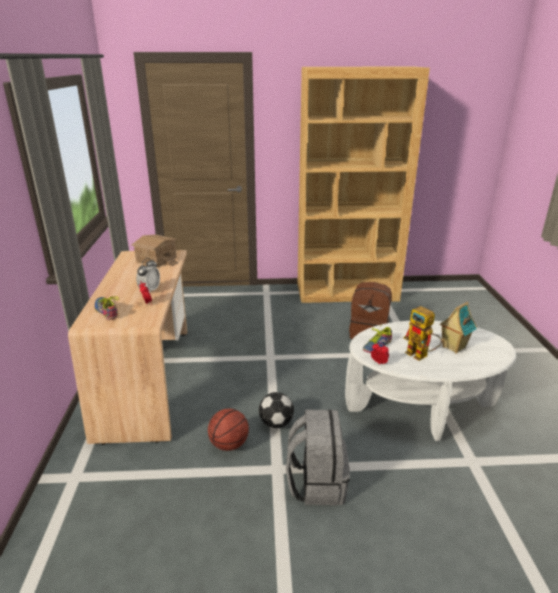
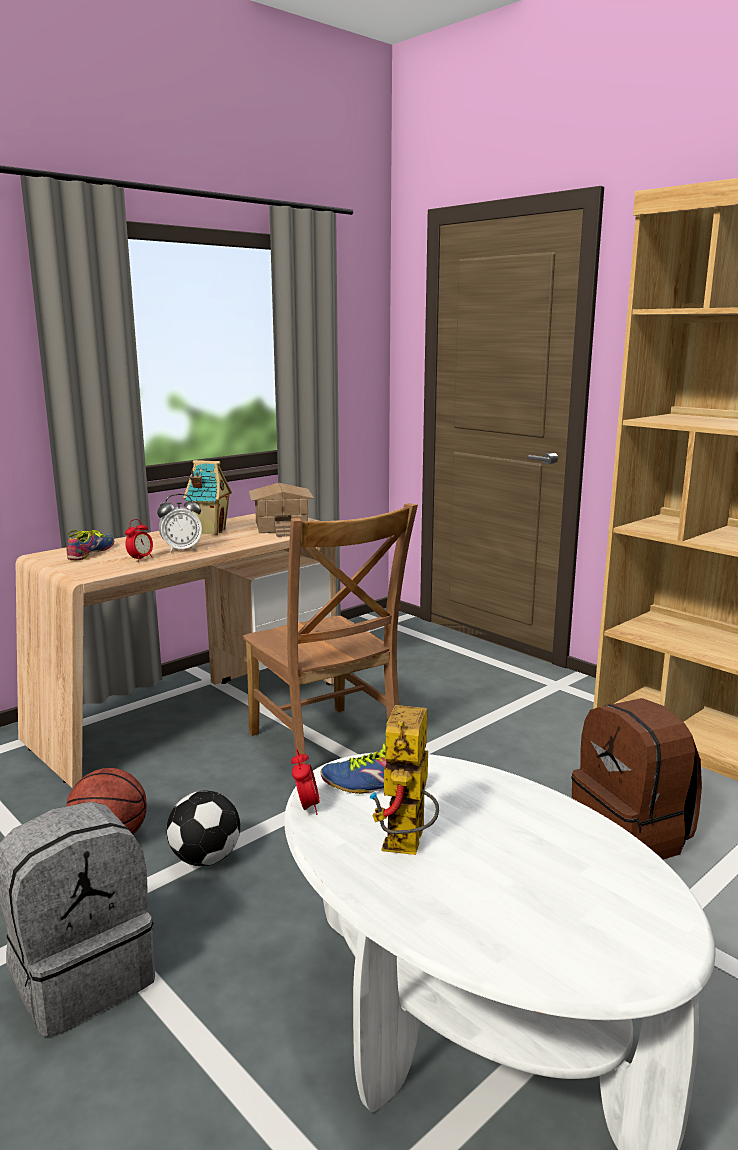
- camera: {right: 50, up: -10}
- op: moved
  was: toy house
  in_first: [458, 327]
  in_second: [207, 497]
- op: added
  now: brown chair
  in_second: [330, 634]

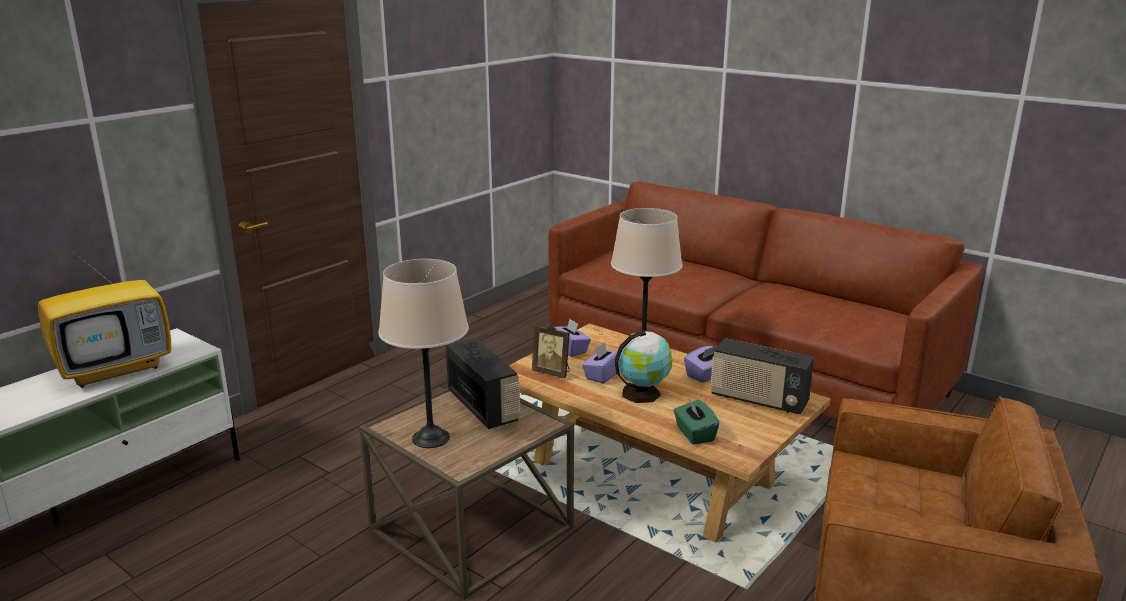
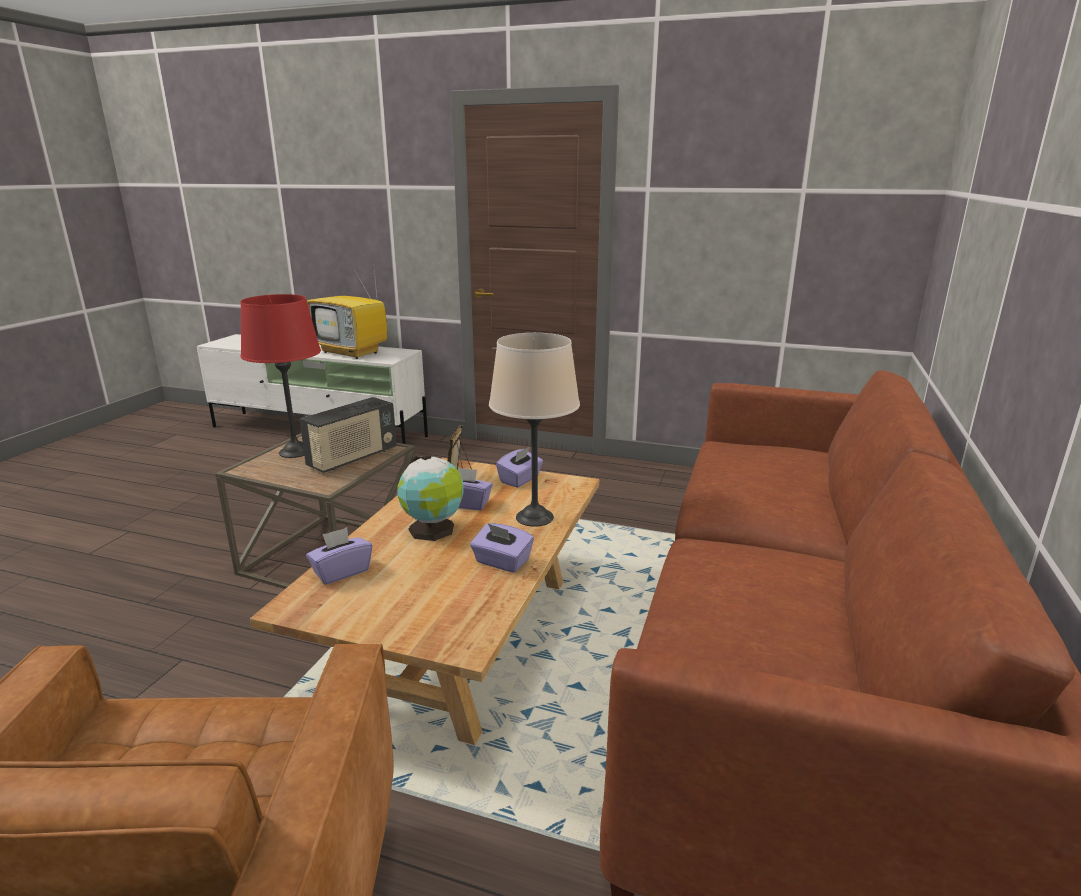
- camera: {right: 70, up: 0}
- op: recoloured
  was: beige table lamp
  now: red table lamp
  in_first: [423, 353]
  in_second: [280, 376]
- op: recoloured
  was: green tissue box
  now: purple tissue box
  in_first: [697, 422]
  in_second: [339, 556]
- op: removed
  was: radio
  in_first: [762, 376]

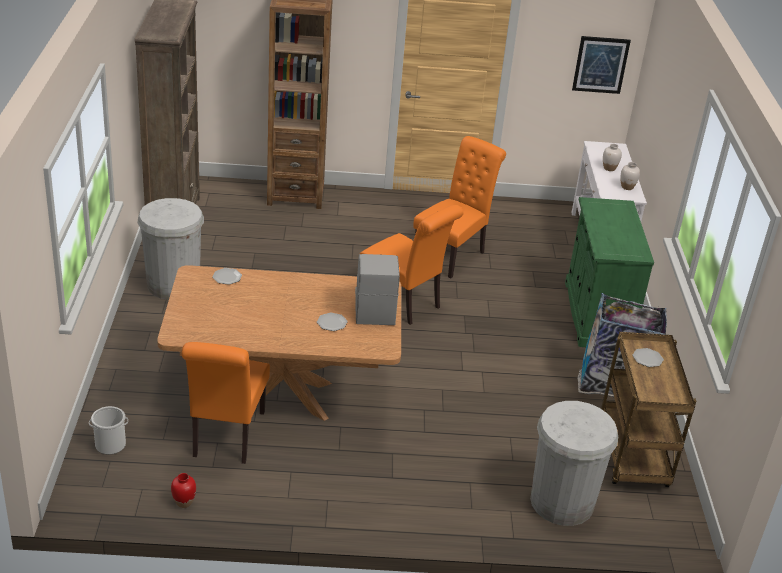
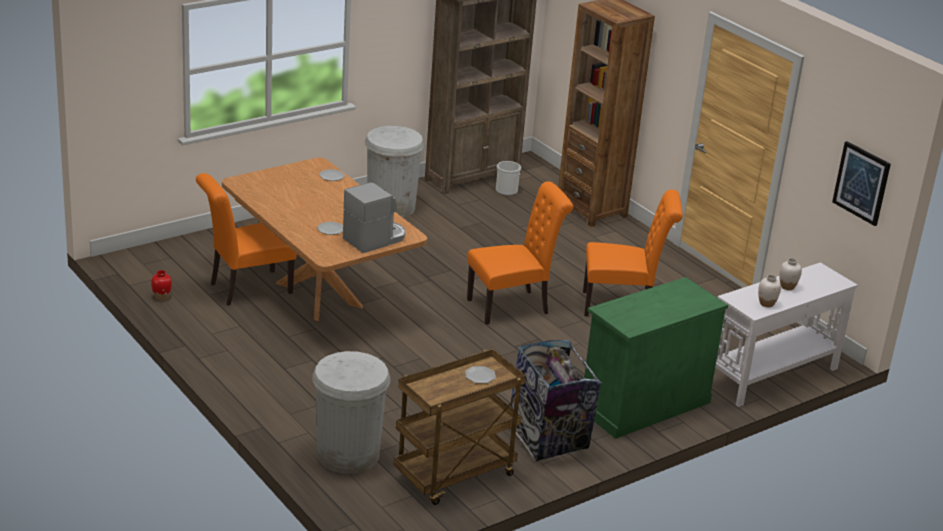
- camera: {right: 55, up: -5}
- op: turned
  was: orange chair
  in_first: [412, 265]
  in_second: [520, 253]
  clockwise: -120
- op: moved
  was: bucket
  in_first: [108, 430]
  in_second: [508, 178]

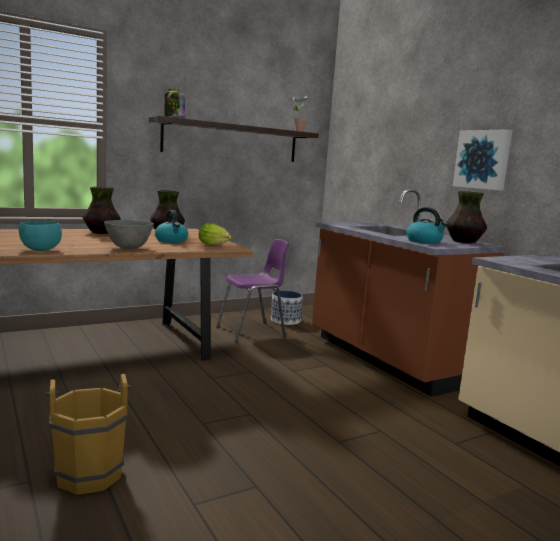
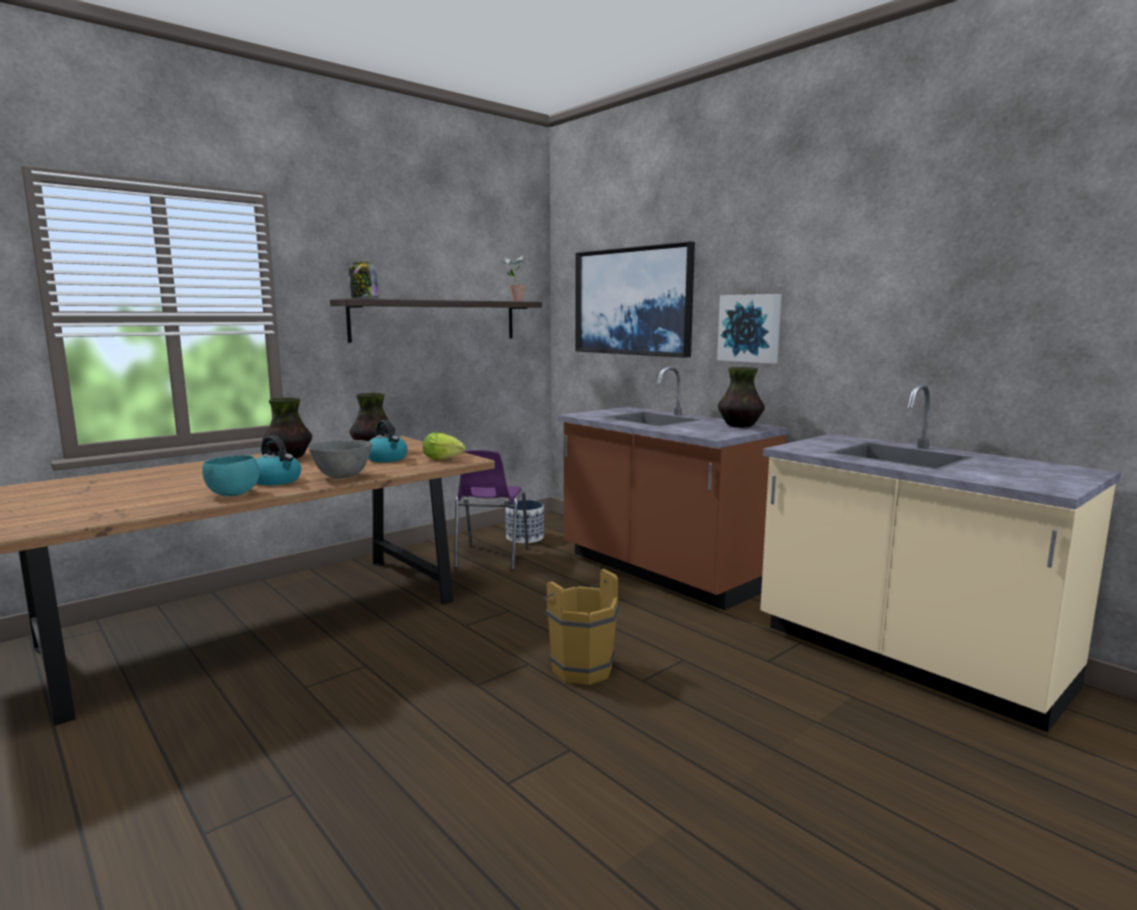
- camera: {right: -10, up: 0}
- op: moved
  was: kettle
  in_first: [427, 225]
  in_second: [278, 460]
- op: turned
  was: purple chair
  in_first: [252, 291]
  in_second: [491, 510]
  clockwise: 135
- op: moved
  was: brown bucket
  in_first: [88, 434]
  in_second: [580, 627]
- op: added
  now: picture
  in_second: [635, 299]

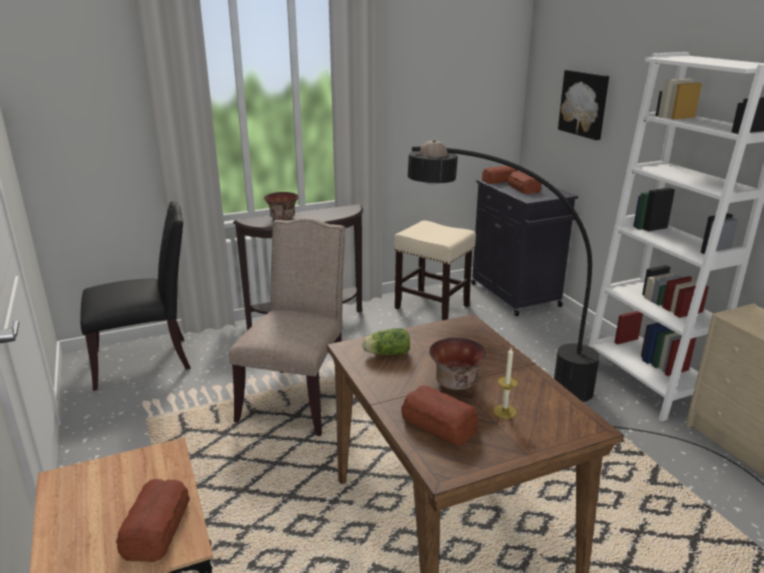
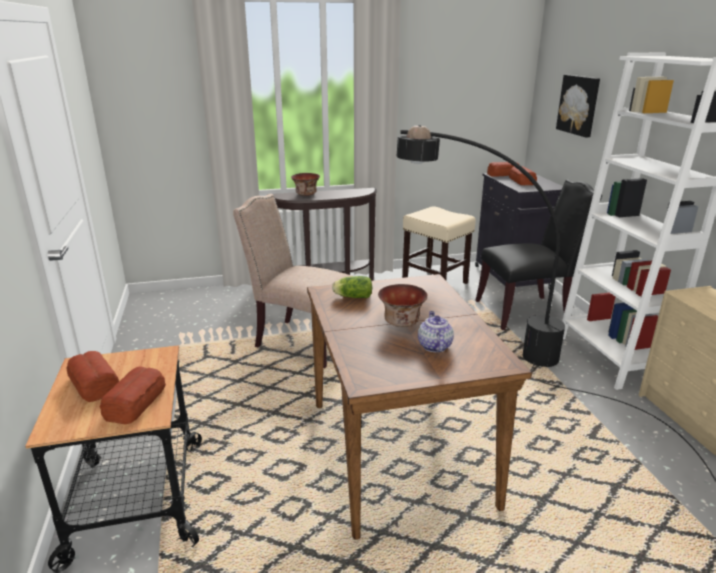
- camera: {right: 10, up: 0}
- op: moved
  was: bread
  in_first: [439, 415]
  in_second: [92, 376]
- op: turned
  was: beige chair
  in_first: [287, 327]
  in_second: [293, 281]
  clockwise: -90
- op: replaced
  was: candle
  now: teapot
  in_first: [505, 383]
  in_second: [436, 331]
- op: moved
  was: black chair
  in_first: [135, 296]
  in_second: [538, 254]

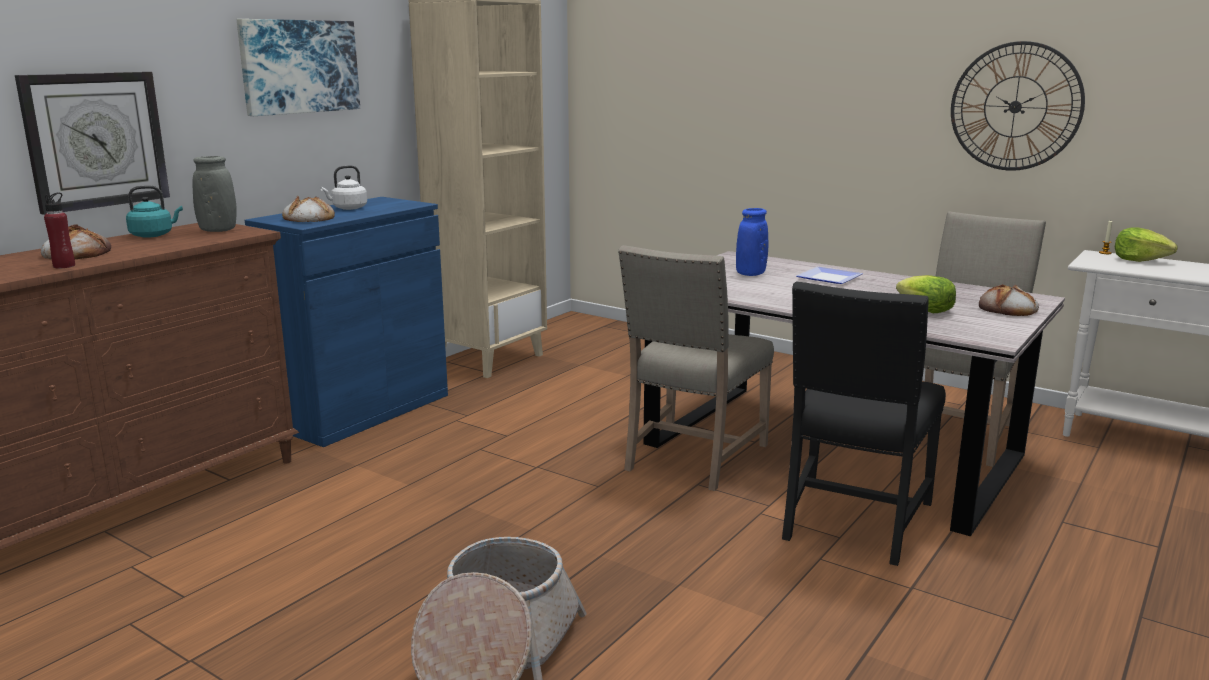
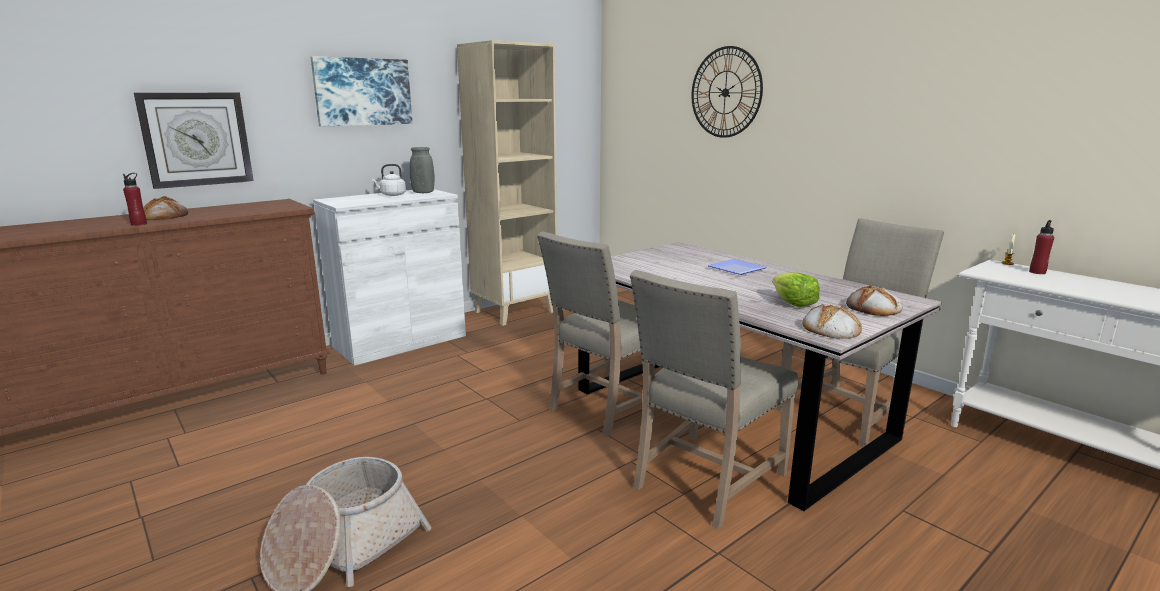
- camera: {right: 15, up: 0}
- op: recoloured
  was: blue cabinet
  now: white cabinet
  in_first: [346, 322]
  in_second: [389, 277]
- op: moved
  was: grey vase
  in_first: [215, 194]
  in_second: [422, 170]
- op: recoloured
  was: black chair
  now: beige chair
  in_first: [864, 423]
  in_second: [714, 399]
- op: moved
  was: wall clock
  in_first: [1018, 106]
  in_second: [727, 92]
- op: moved
  was: bread
  in_first: [308, 209]
  in_second: [832, 321]
- op: replaced
  was: lettuce
  now: red bottle
  in_first: [1146, 244]
  in_second: [1041, 247]
- op: removed
  was: turquoise kettle
  in_first: [154, 212]
- op: removed
  was: blue vase
  in_first: [752, 242]

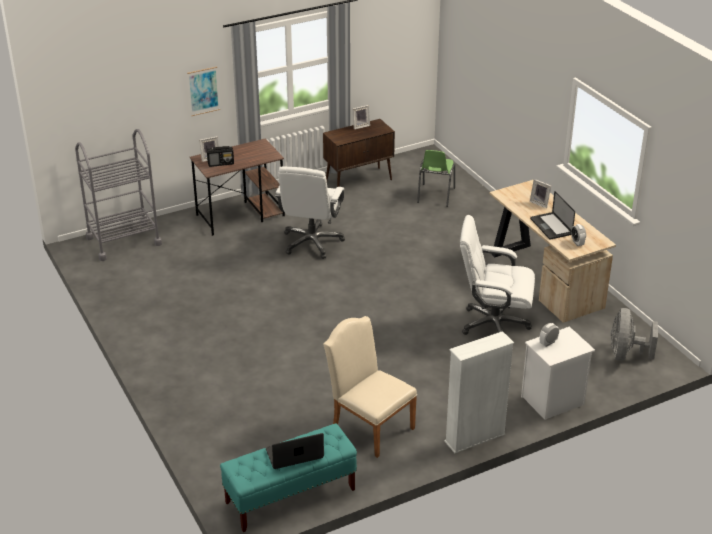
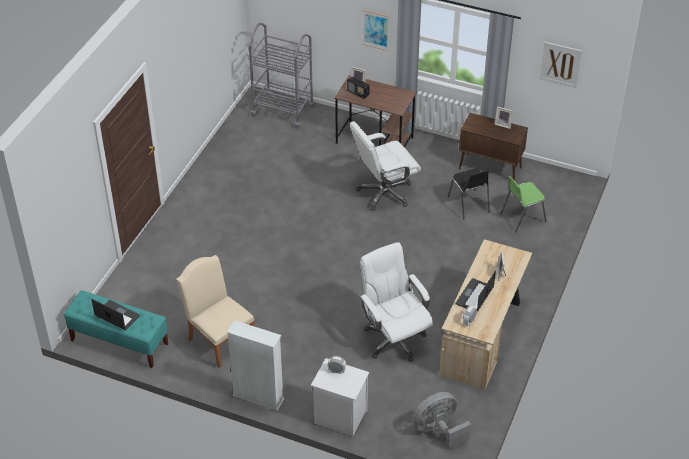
- camera: {right: 50, up: 10}
- op: turned
  was: beige chair
  in_first: [370, 387]
  in_second: [215, 311]
  clockwise: -45
- op: added
  now: black chair
  in_second: [469, 194]
- op: added
  now: picture
  in_second: [561, 65]

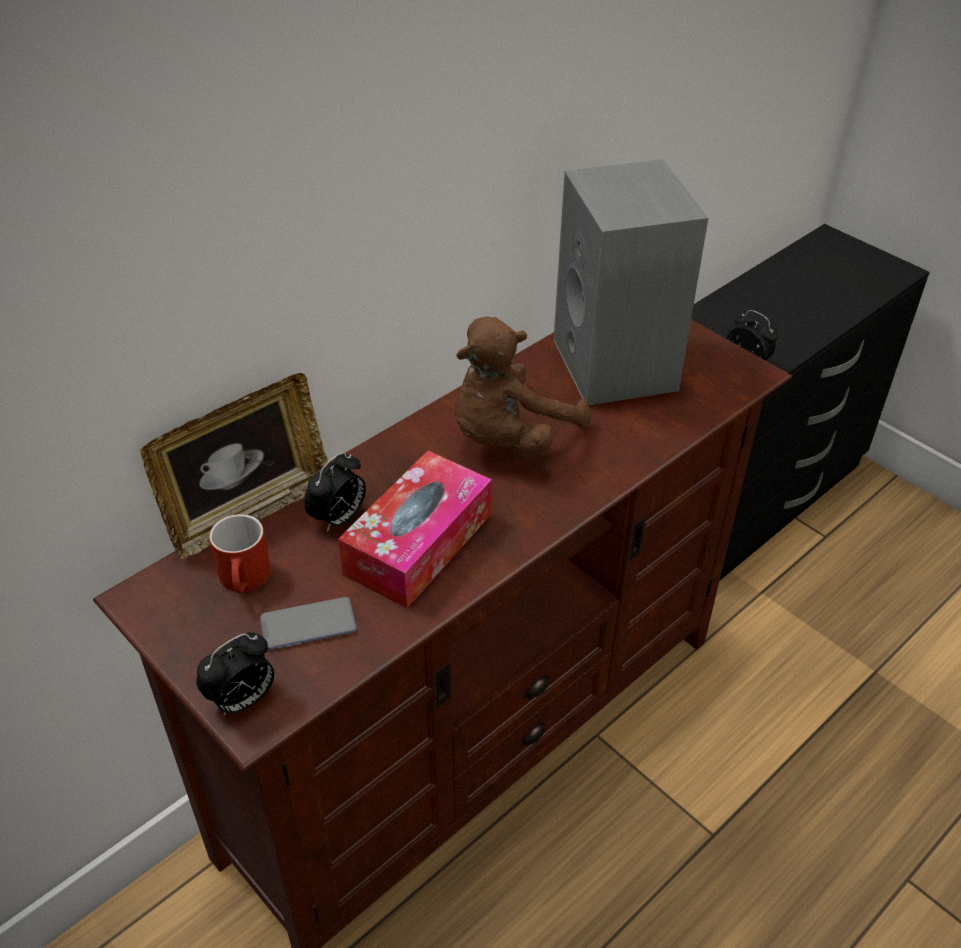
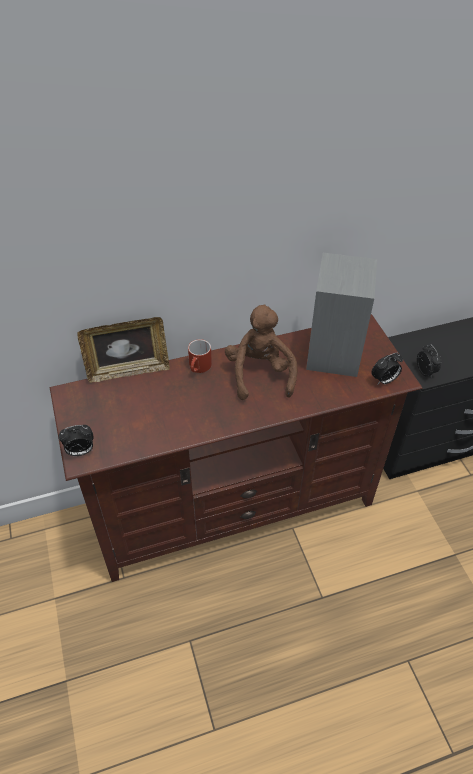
- camera: {right: 25, up: 5}
- op: moved
  was: red mug
  in_first: [240, 553]
  in_second: [200, 356]
- op: turned
  was: brown plush toy
  in_first: [523, 386]
  in_second: [261, 352]
  clockwise: 105
- op: moved
  was: alarm clock
  in_first: [335, 492]
  in_second: [387, 368]
- op: removed
  was: phone
  in_first: [308, 623]
- op: removed
  was: tissue box
  in_first: [415, 529]

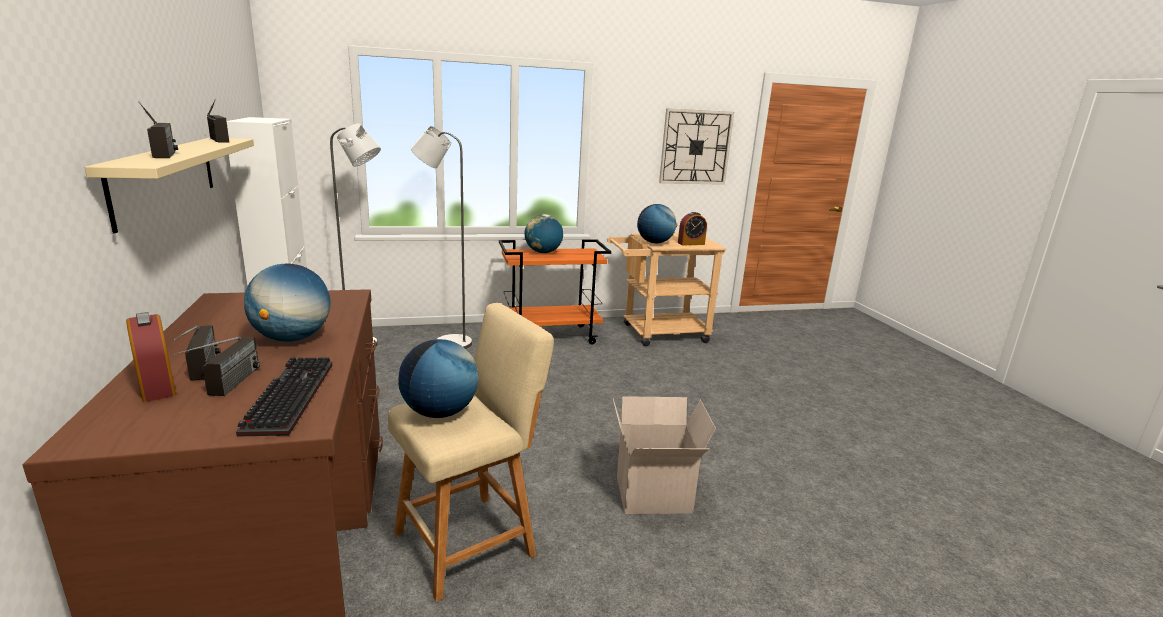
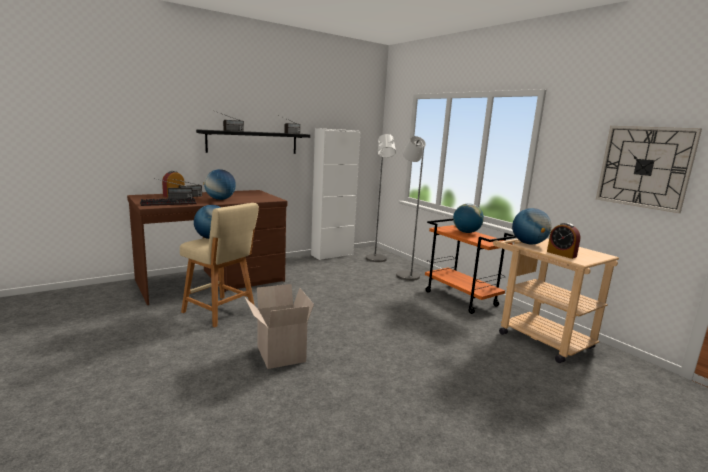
- camera: {right: 70, up: -5}
- op: recoloured
  was: beige shelf
  now: black shelf
  in_first: [169, 185]
  in_second: [253, 141]

